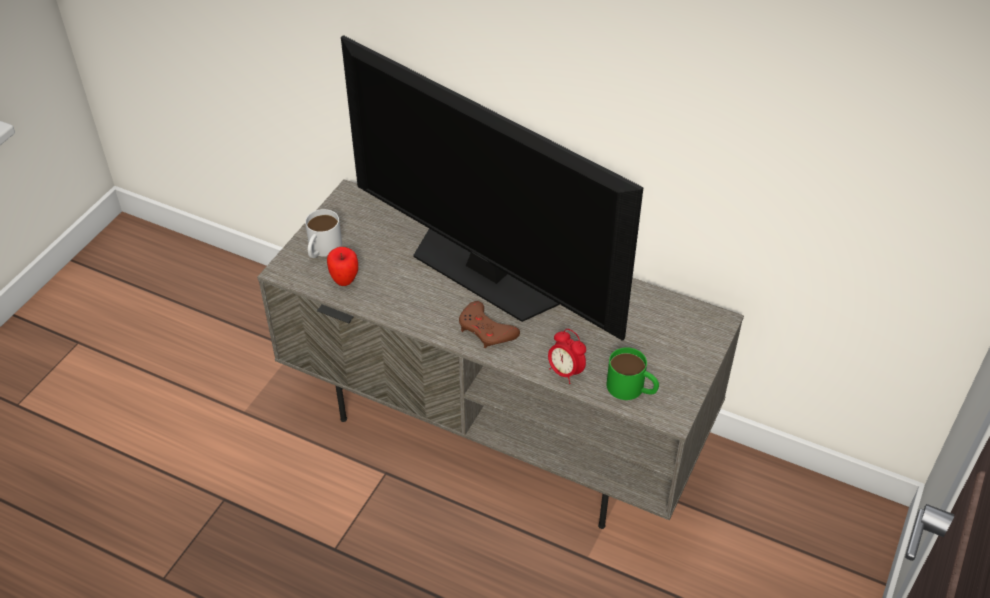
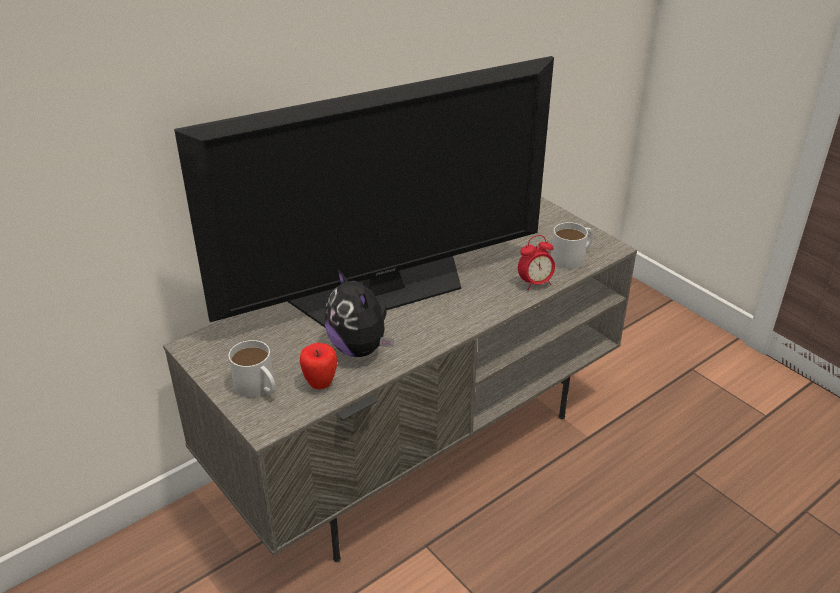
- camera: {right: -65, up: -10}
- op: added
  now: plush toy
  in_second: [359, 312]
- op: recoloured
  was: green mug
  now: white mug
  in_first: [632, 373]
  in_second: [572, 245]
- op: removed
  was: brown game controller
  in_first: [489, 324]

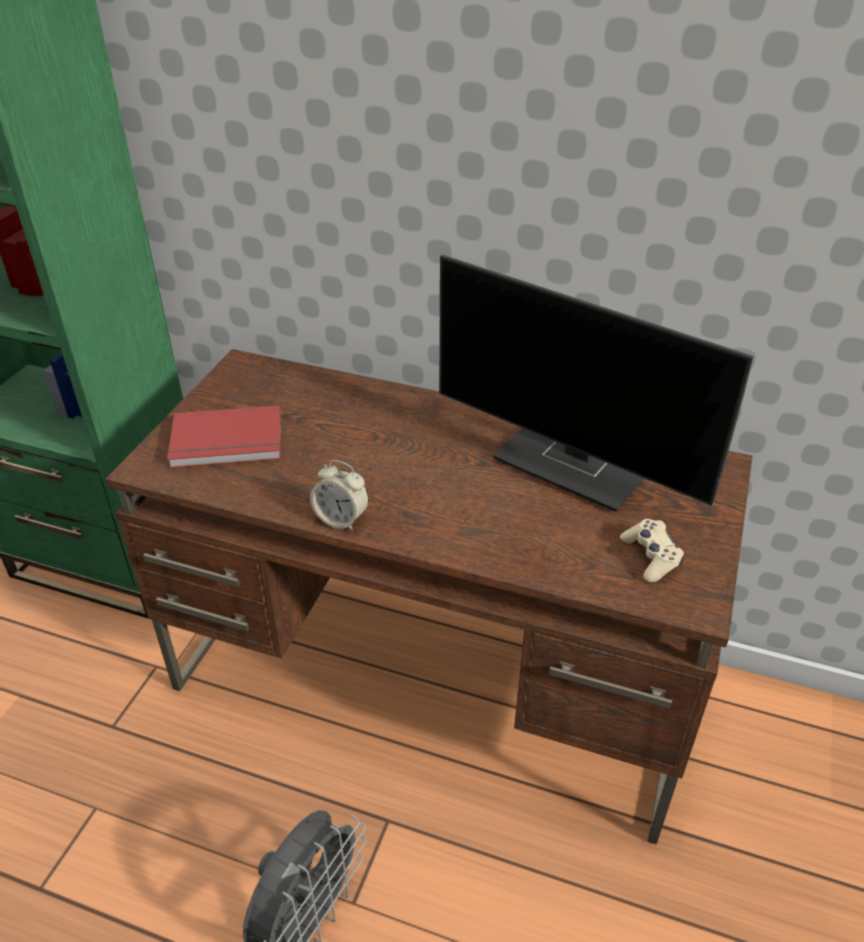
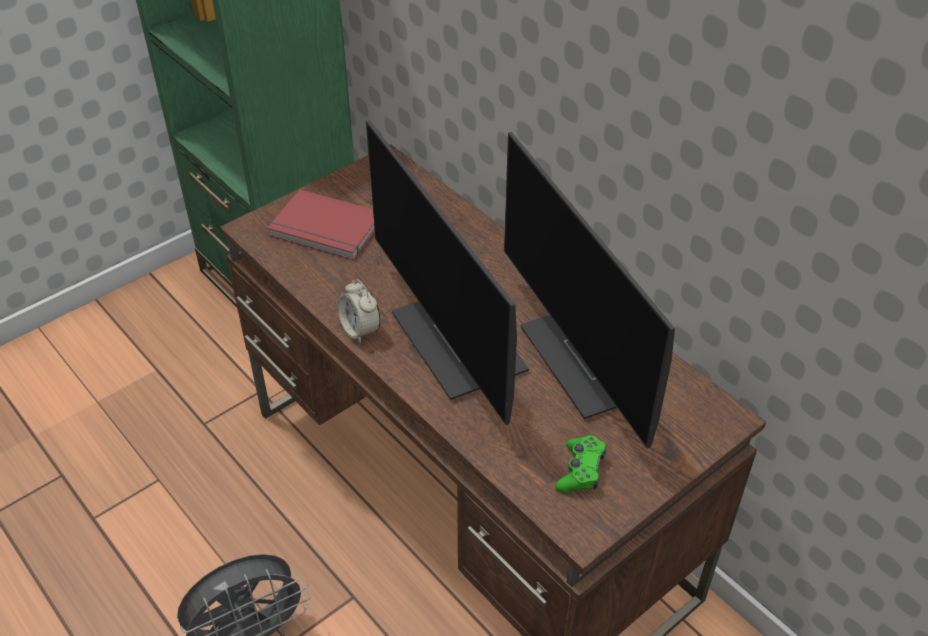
- camera: {right: 30, up: 5}
- op: added
  now: monitor
  in_second: [447, 272]
- op: recoloured
  was: beige game controller
  now: green game controller
  in_first: [652, 550]
  in_second: [580, 464]

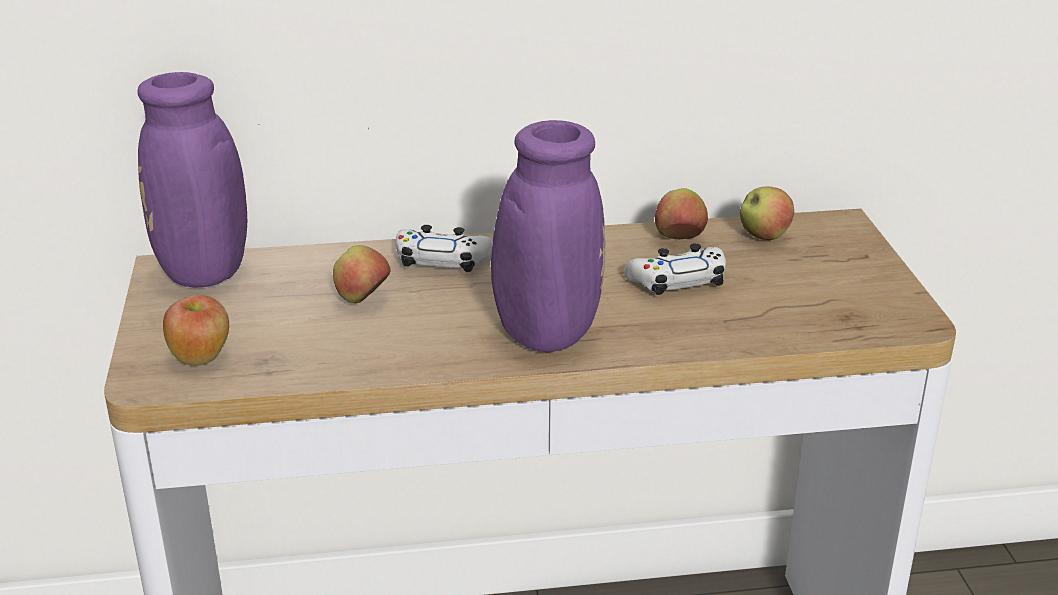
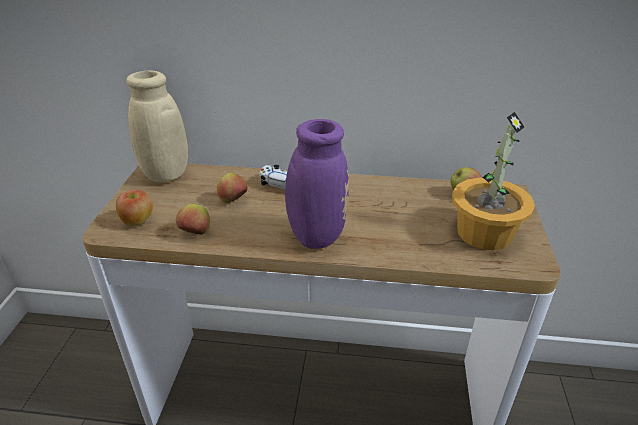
- camera: {right: 15, up: 5}
- op: recoloured
  was: purple vase
  now: beige vase
  in_first: [198, 180]
  in_second: [157, 126]
- op: moved
  was: apple
  in_first: [681, 213]
  in_second: [193, 219]
- op: added
  now: potted plant
  in_second: [493, 181]
- op: removed
  was: white game controller
  in_first: [675, 269]

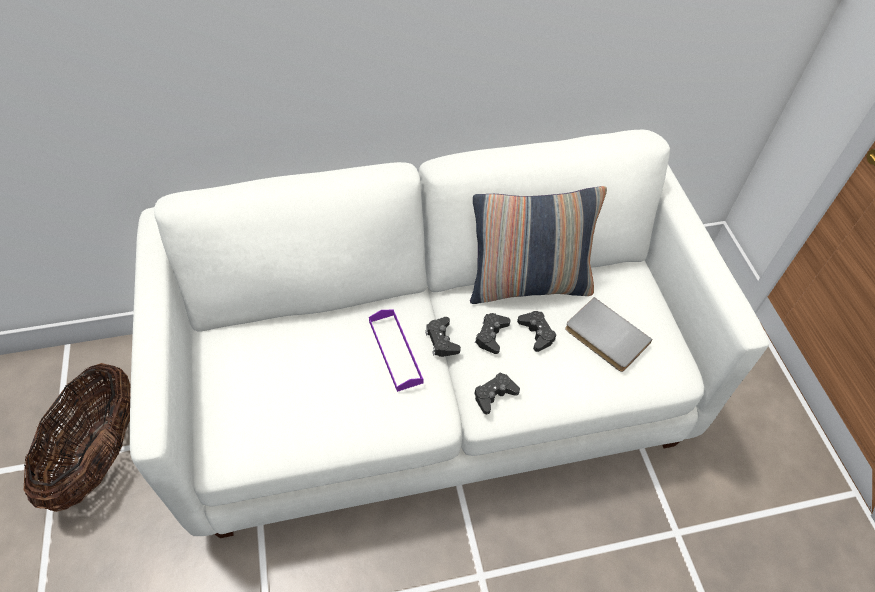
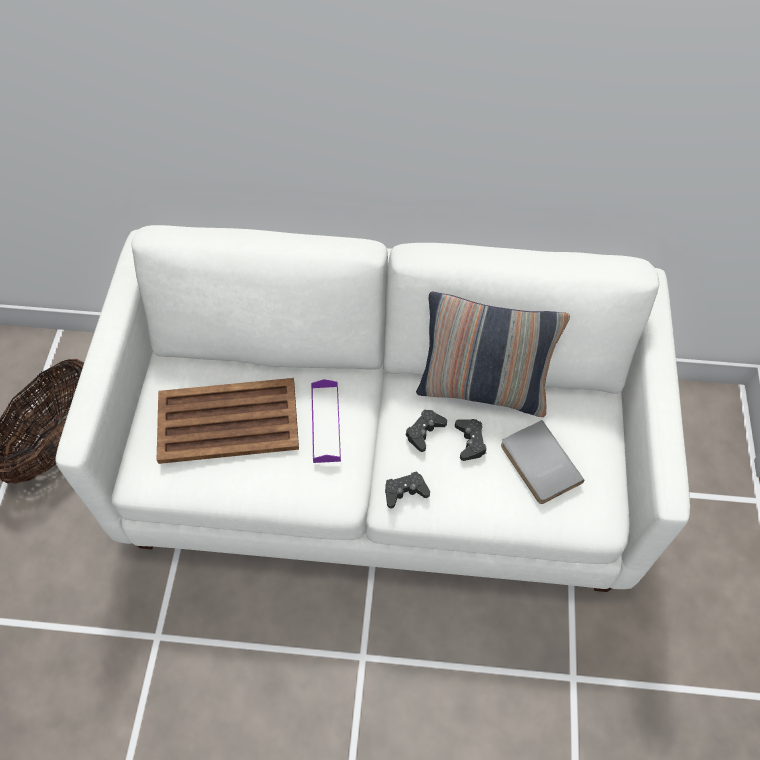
- camera: {right: 20, up: 5}
- op: added
  now: brown tray
  in_second: [228, 421]
- op: removed
  was: black game controller
  in_first: [443, 337]

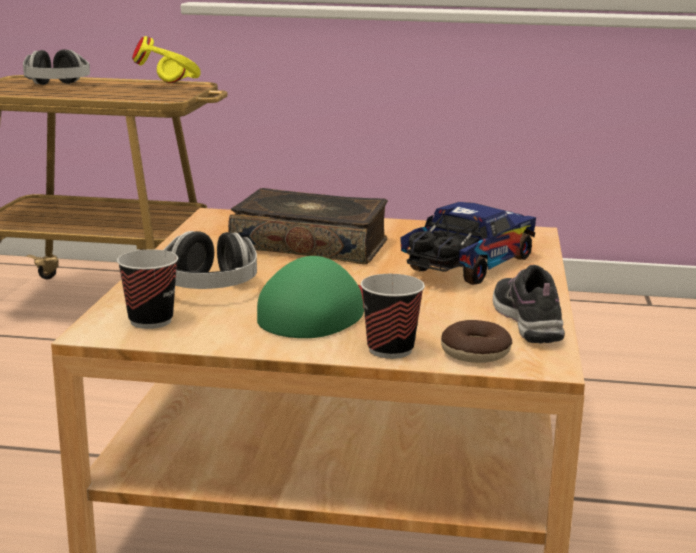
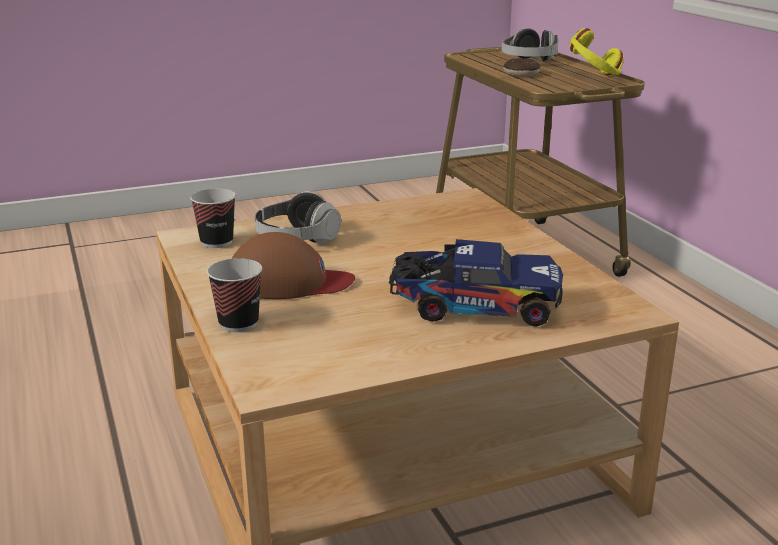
- camera: {right: 60, up: 5}
- op: recoloured
  was: green cap
  now: brown cap
  in_first: [310, 297]
  in_second: [293, 265]
- op: moved
  was: donut
  in_first: [476, 341]
  in_second: [521, 67]
- op: removed
  was: book
  in_first: [308, 226]
- op: removed
  was: shoe
  in_first: [529, 304]

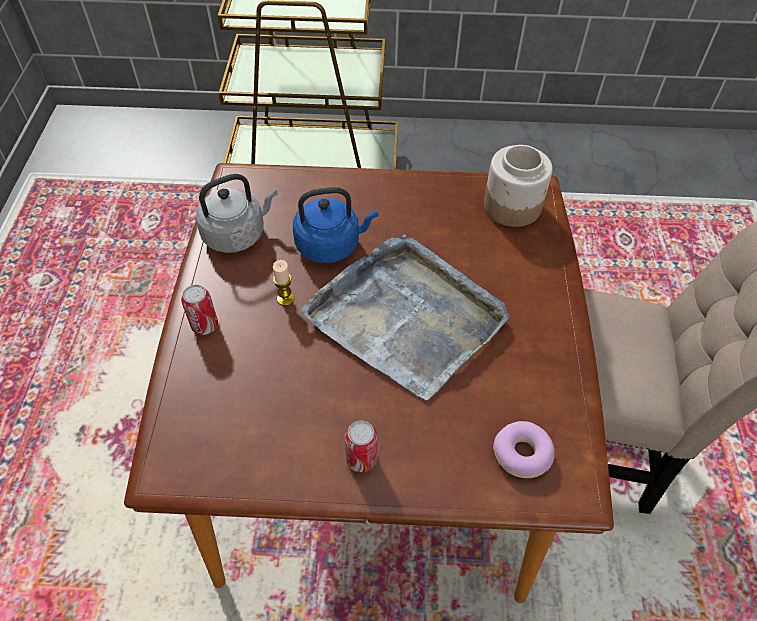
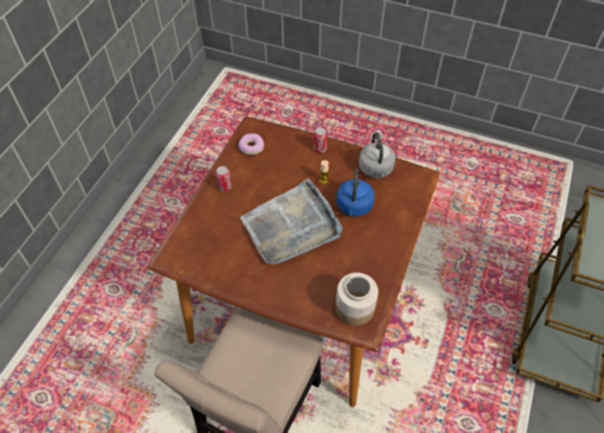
- camera: {right: 110, up: 0}
- op: moved
  was: donut
  in_first: [523, 449]
  in_second: [251, 144]

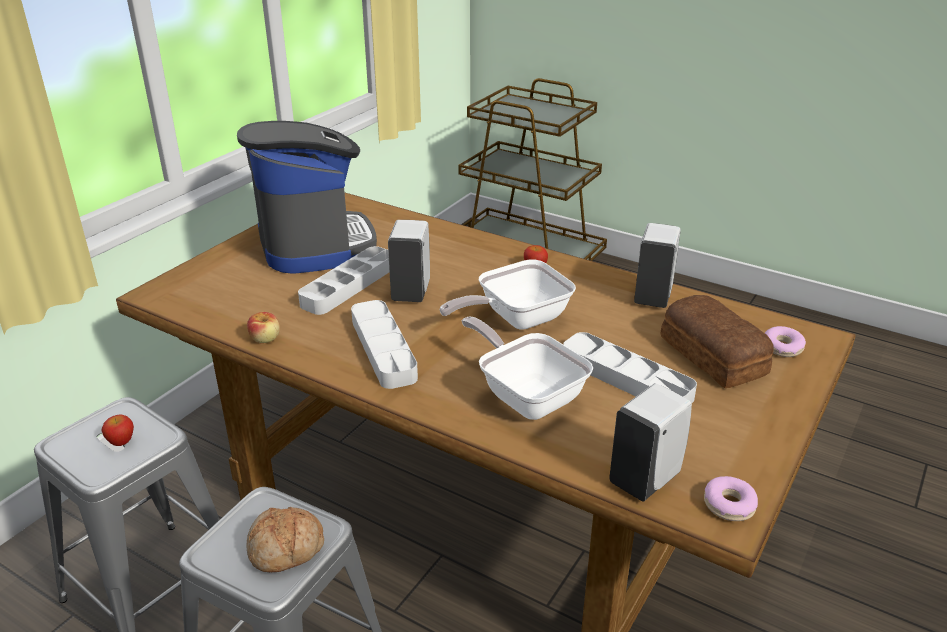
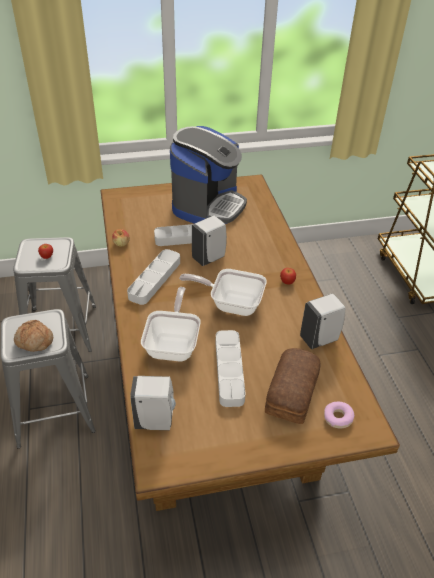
- camera: {right: 45, up: 10}
- op: removed
  was: donut
  in_first: [731, 498]

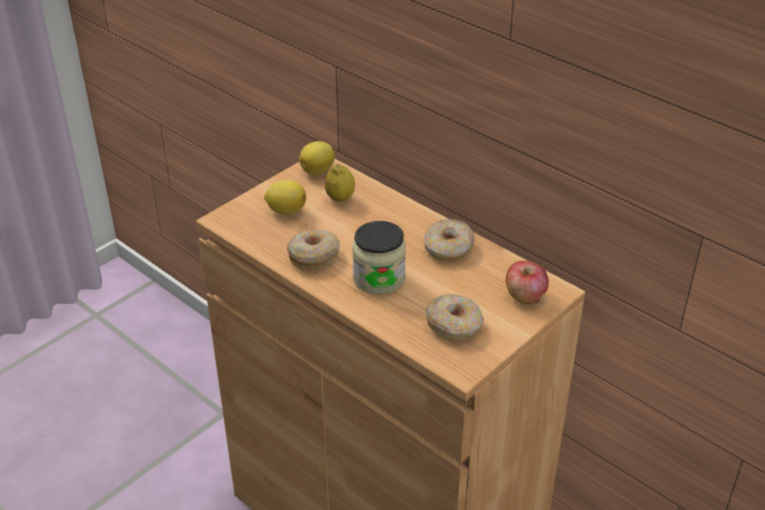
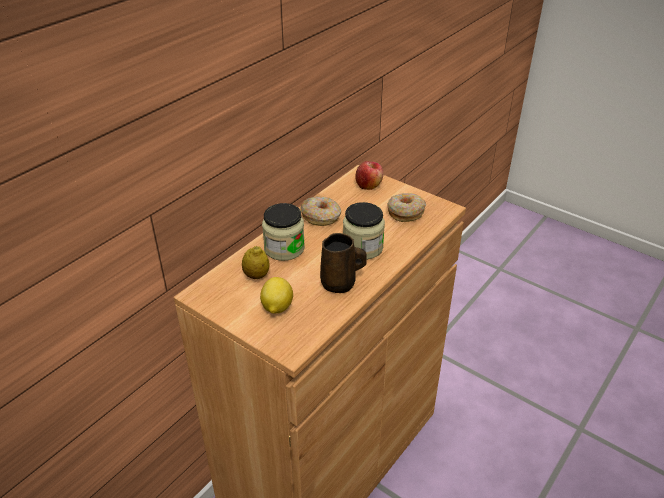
- camera: {right: -95, up: 0}
- op: added
  now: jar
  in_second: [283, 232]
- op: replaced
  was: donut
  now: brown mug
  in_first: [313, 250]
  in_second: [343, 263]
- op: removed
  was: lemon
  in_first: [317, 158]

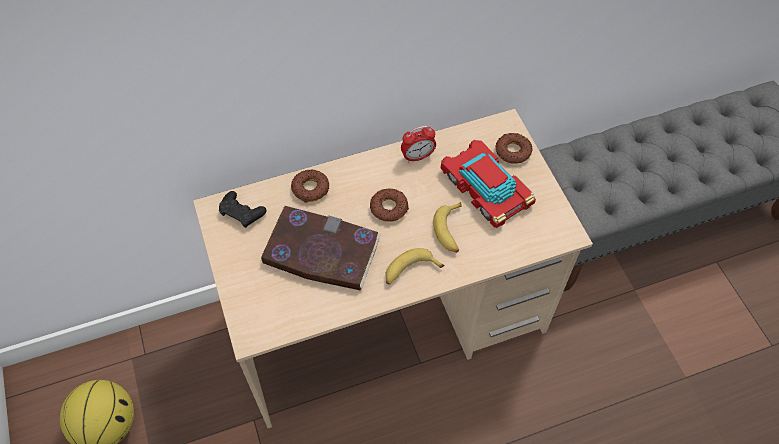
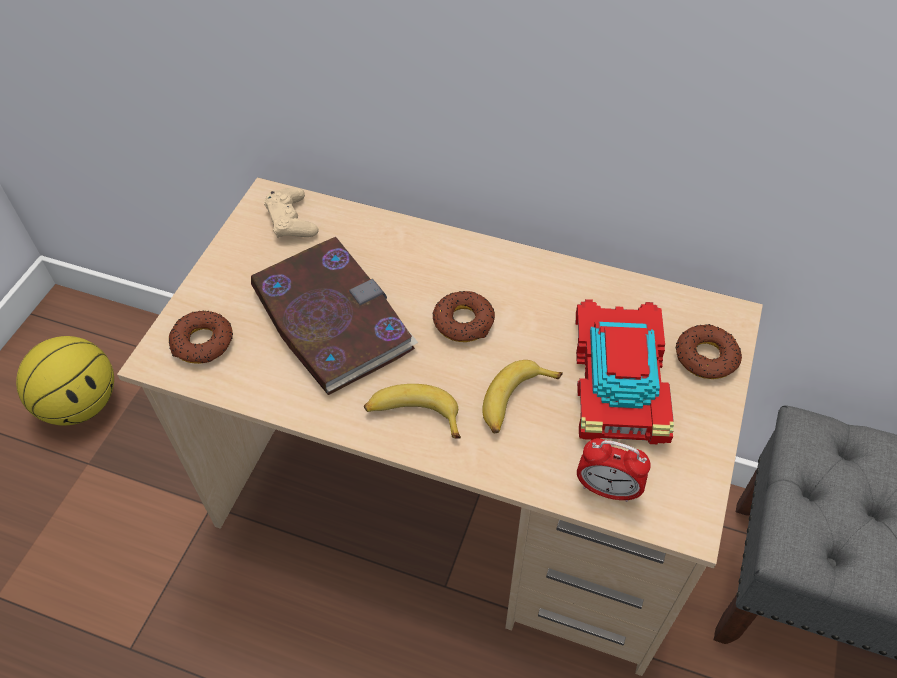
- camera: {right: 40, up: -5}
- op: moved
  was: donut
  in_first: [310, 186]
  in_second: [201, 337]
- op: recoloured
  was: black game controller
  now: beige game controller
  in_first: [243, 209]
  in_second: [291, 212]
- op: moved
  was: alarm clock
  in_first: [418, 144]
  in_second: [614, 470]

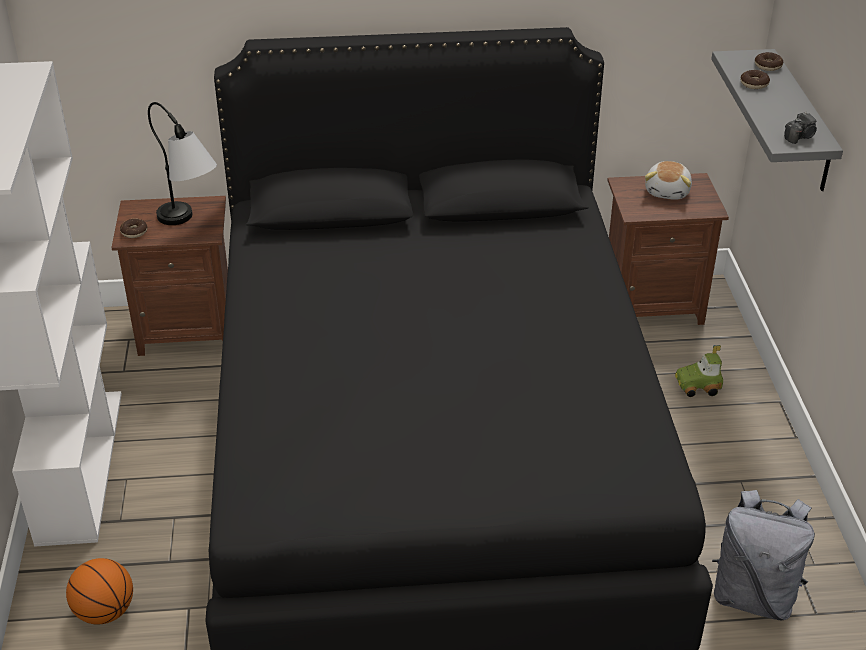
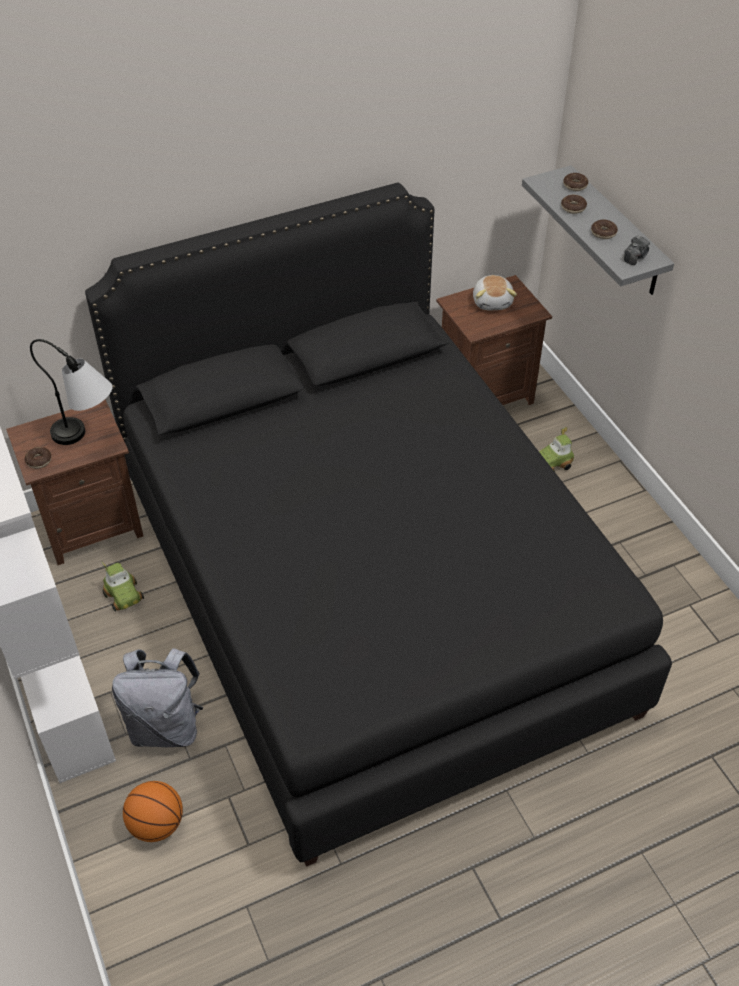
- camera: {right: -20, up: 10}
- op: added
  now: toy car
  in_second: [123, 587]
- op: moved
  was: grey backpack
  in_first: [763, 555]
  in_second: [157, 697]
- op: added
  now: donut
  in_second: [604, 229]

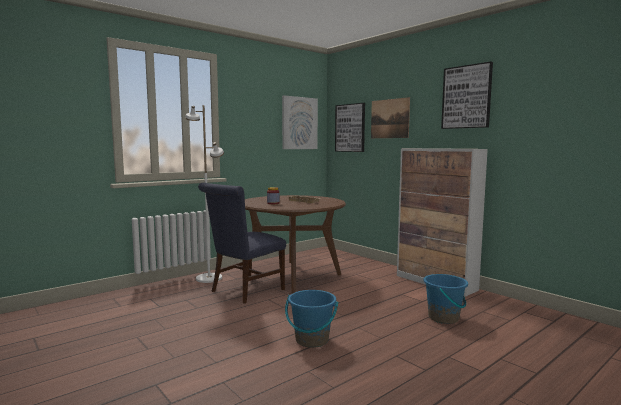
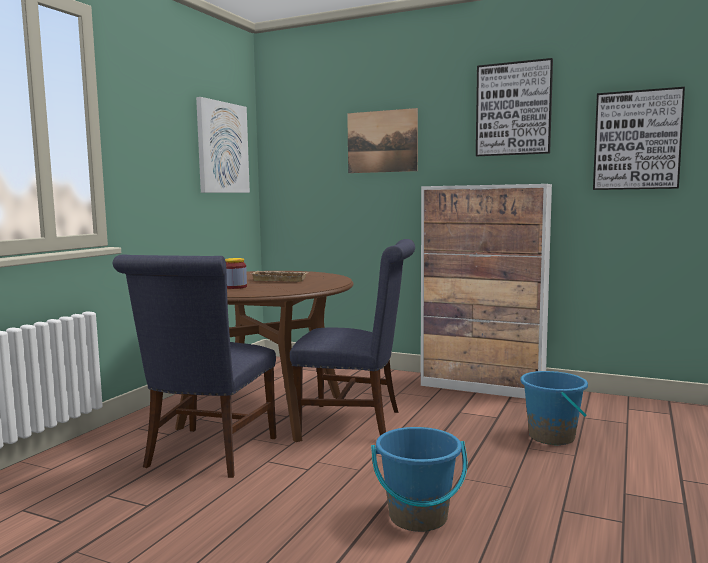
- camera: {right: -25, up: 0}
- op: added
  now: blue chair
  in_second: [352, 337]
- op: moved
  was: picture
  in_first: [350, 127]
  in_second: [639, 138]
- op: removed
  was: white floor lamp
  in_first: [204, 194]

